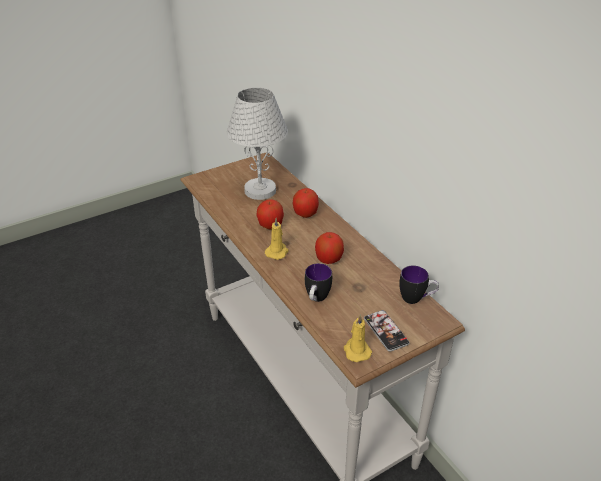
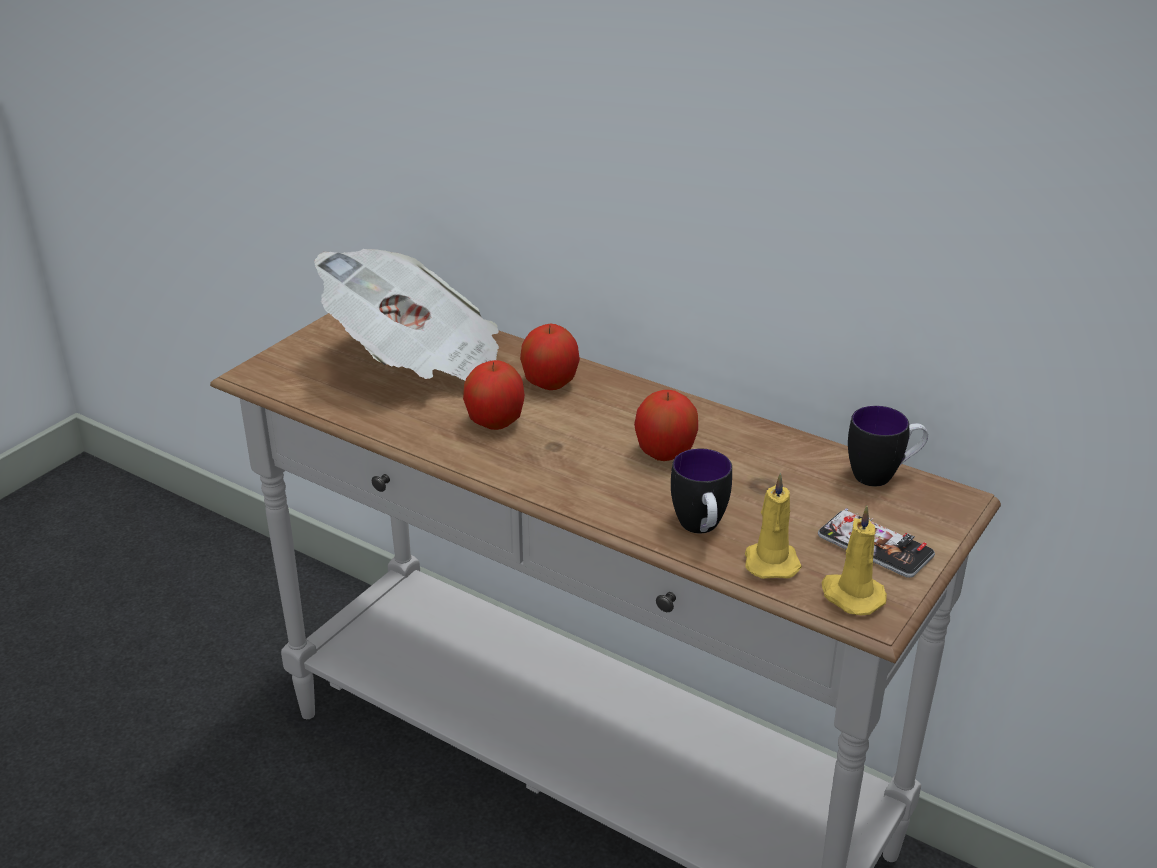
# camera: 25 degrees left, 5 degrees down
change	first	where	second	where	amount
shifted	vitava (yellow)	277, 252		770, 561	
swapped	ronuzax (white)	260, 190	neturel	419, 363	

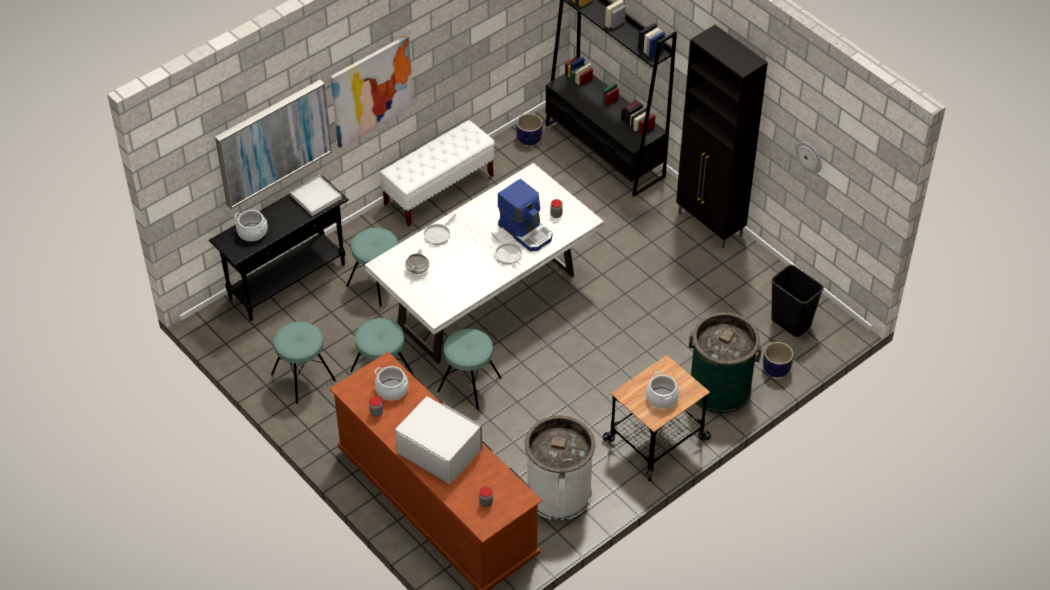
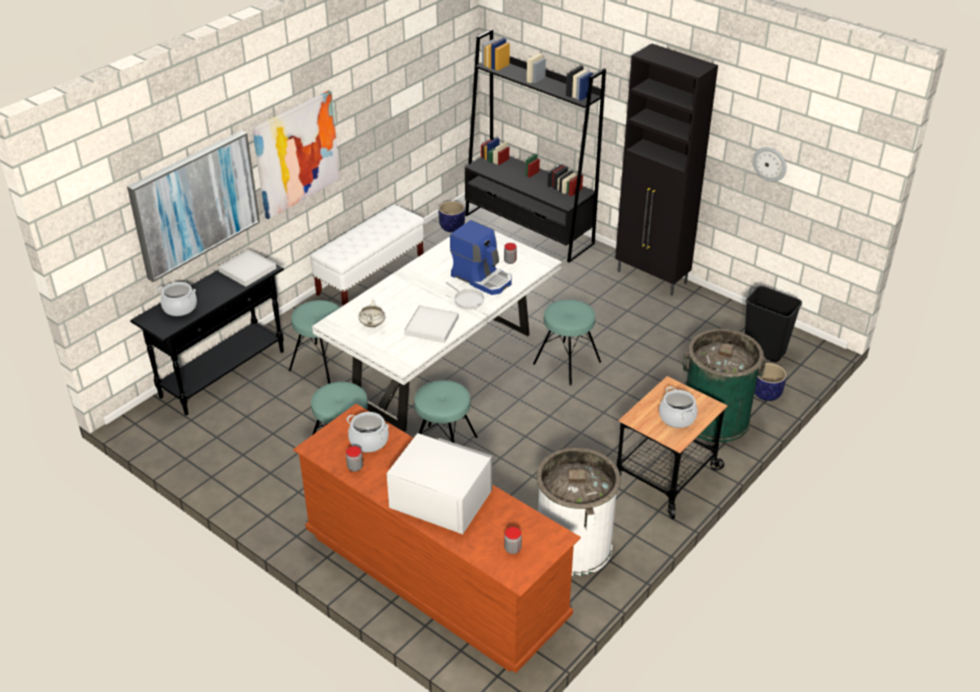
# camera: 10 degrees left, 10 degrees down
change	first	where	second	where	amount
gone	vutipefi	438, 234			
new			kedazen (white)	431, 326	
shifted	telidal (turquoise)	303, 377		566, 363	

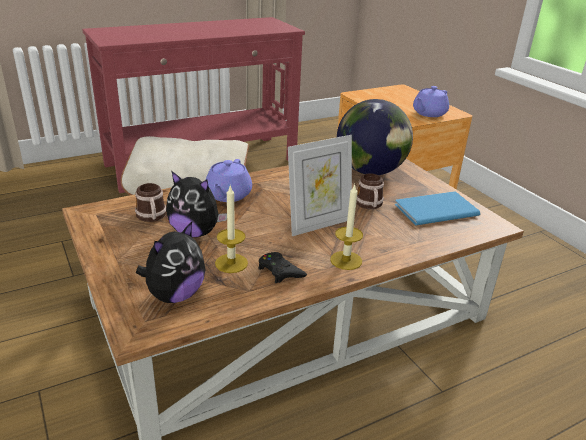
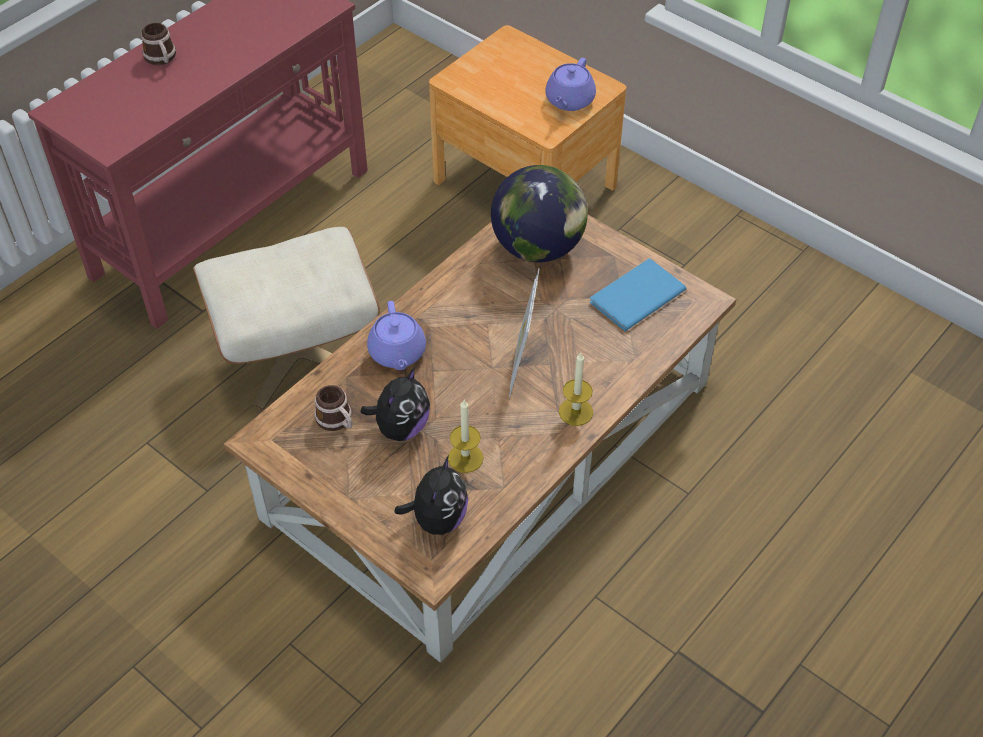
# camera: 20 degrees left, 20 degrees up
change	first	where	second	where	amount
gone	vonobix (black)	280, 271			
shifted	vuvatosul	369, 205		162, 59	
rotated	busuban	195, 232		401, 427	60 degrees counterclockwise
rotated	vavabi	318, 224		523, 366	150 degrees clockwise

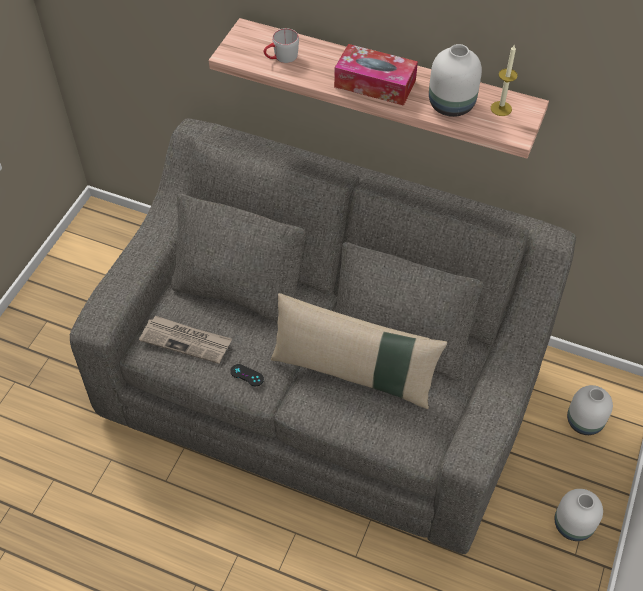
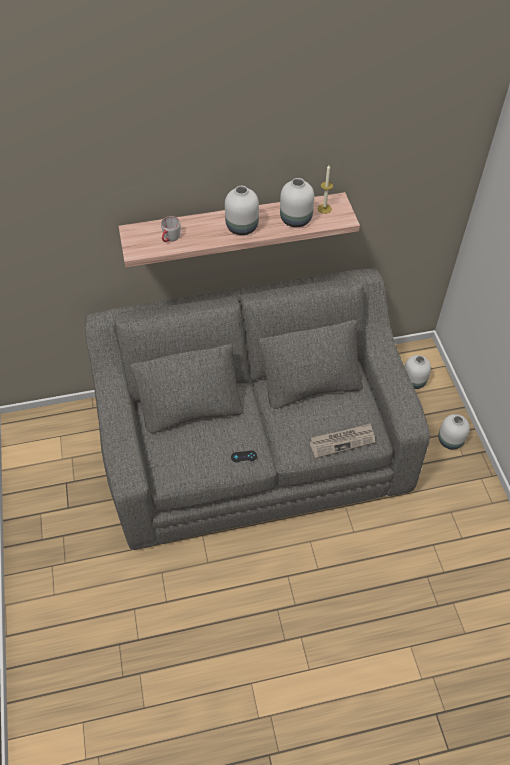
# camera: 35 degrees left, 0 degrees up
change	first	where	second	where	amount
gone	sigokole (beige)	354, 373			
shifted	neturel	186, 340		342, 441	
swapped	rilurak	375, 84	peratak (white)	241, 228	

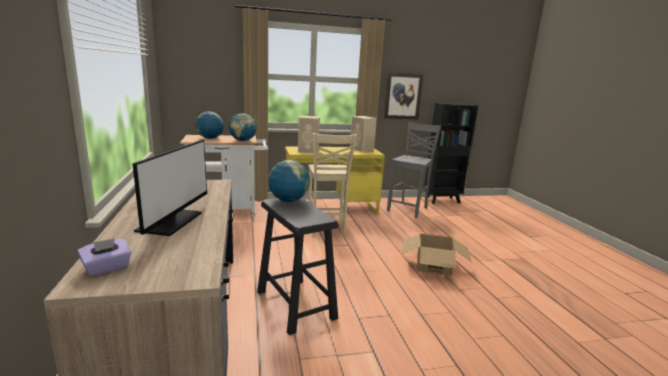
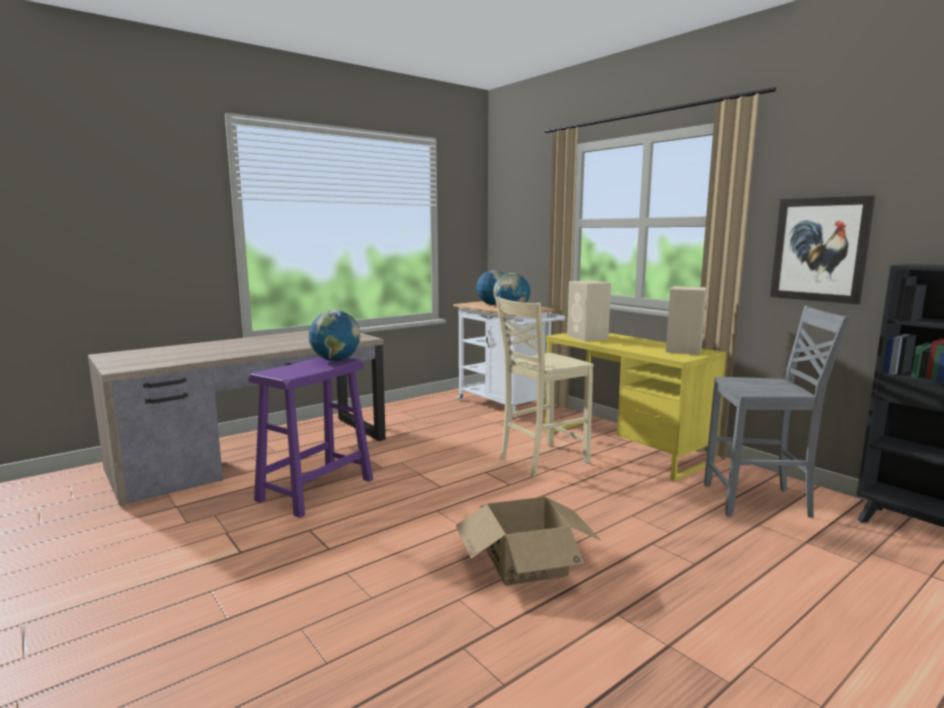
# camera: 65 degrees right, 5 degrees down
change	first	where	second	where	amount
gone	rilurak (purple)	107, 268			
gone	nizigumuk	171, 222			
repainted	telidal (black)	296, 305	telidal (purple)	315, 490	

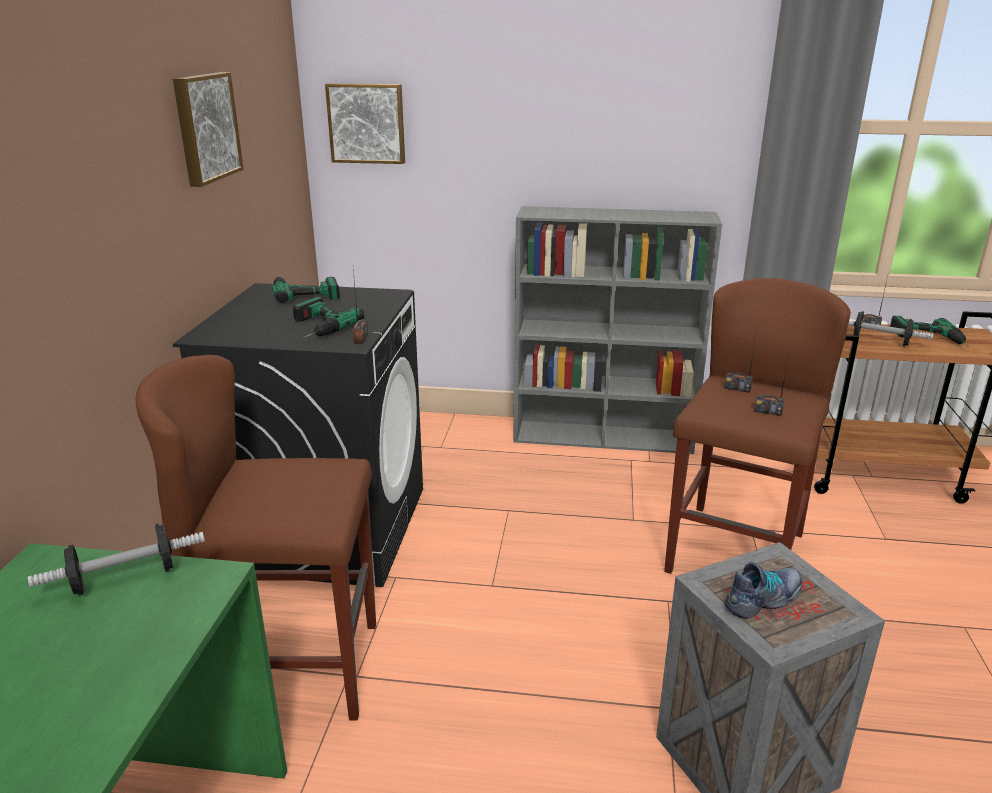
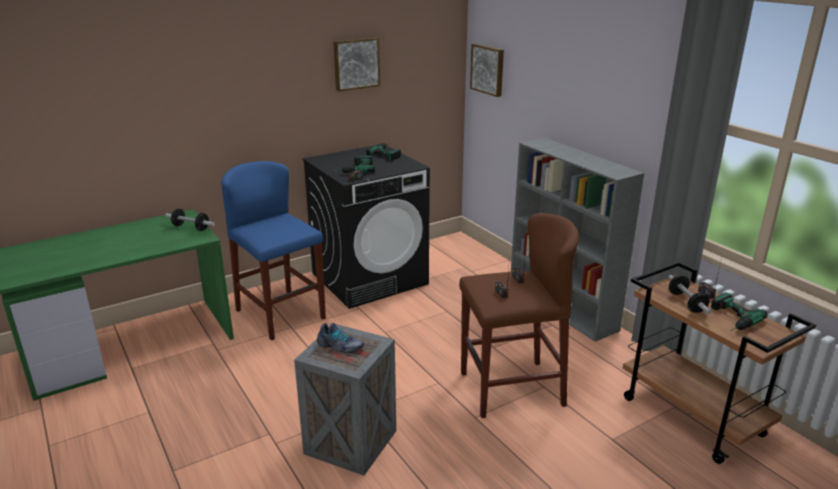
# camera: 50 degrees right, 0 degrees up
change	first	where	second	where	amount
repainted	telidal (brown)	291, 669	telidal (blue)	280, 314	

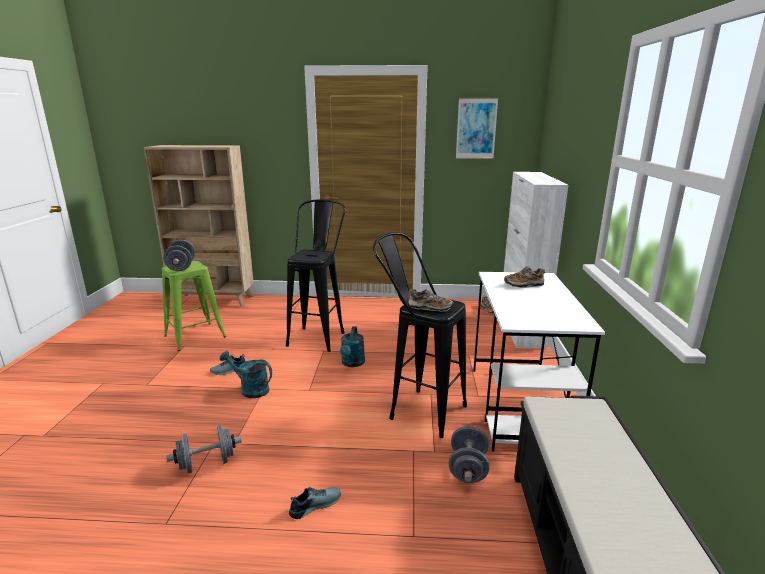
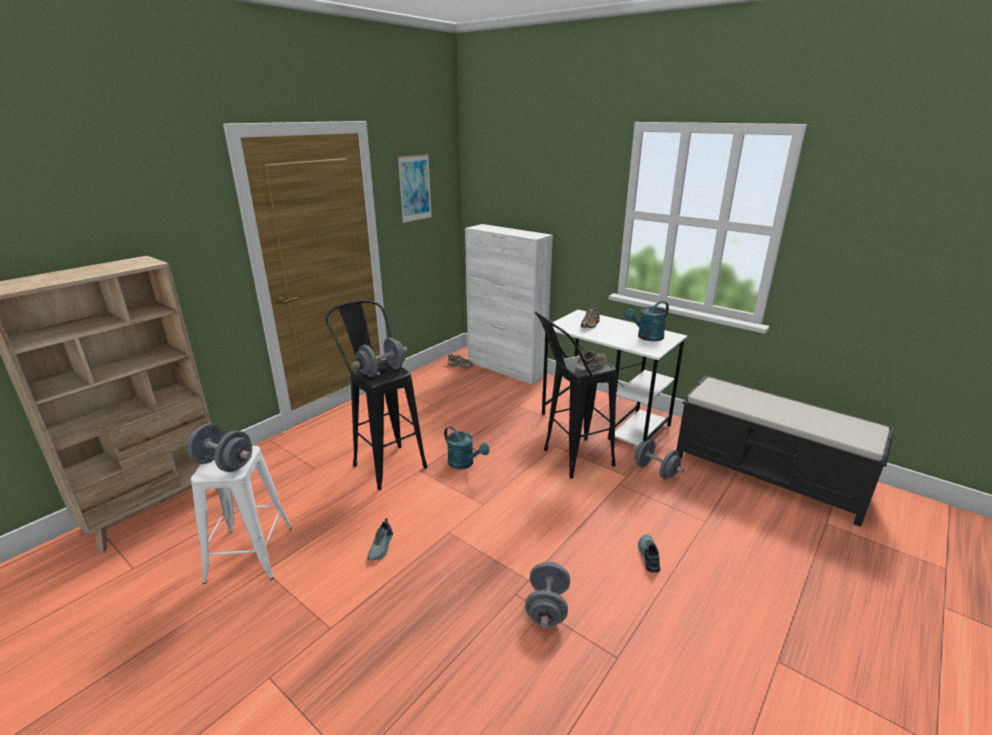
# camera: 55 degrees left, 5 degrees up
change	first	where	second	where	amount
new			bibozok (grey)	382, 371	
shifted	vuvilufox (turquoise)	250, 389		647, 337	
repainted	telidal (green)	194, 336	telidal (white)	249, 554	

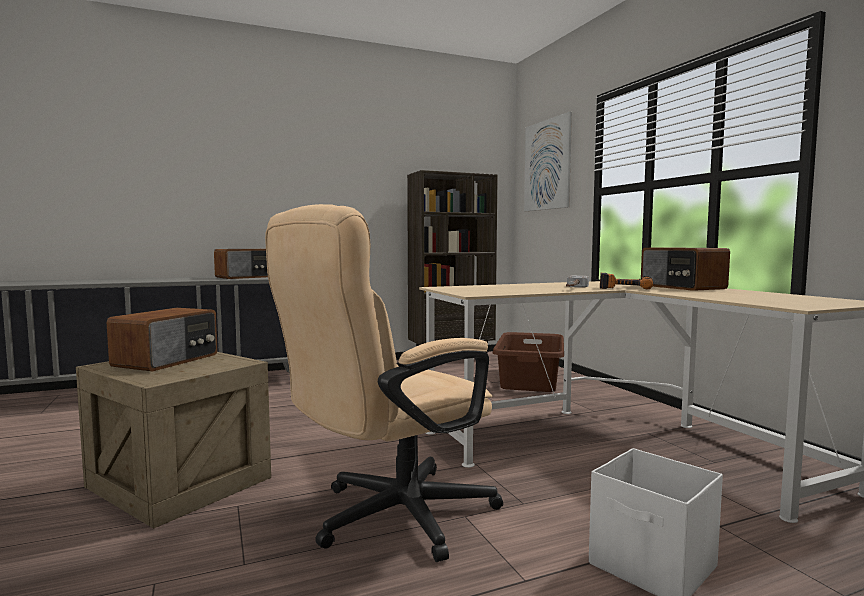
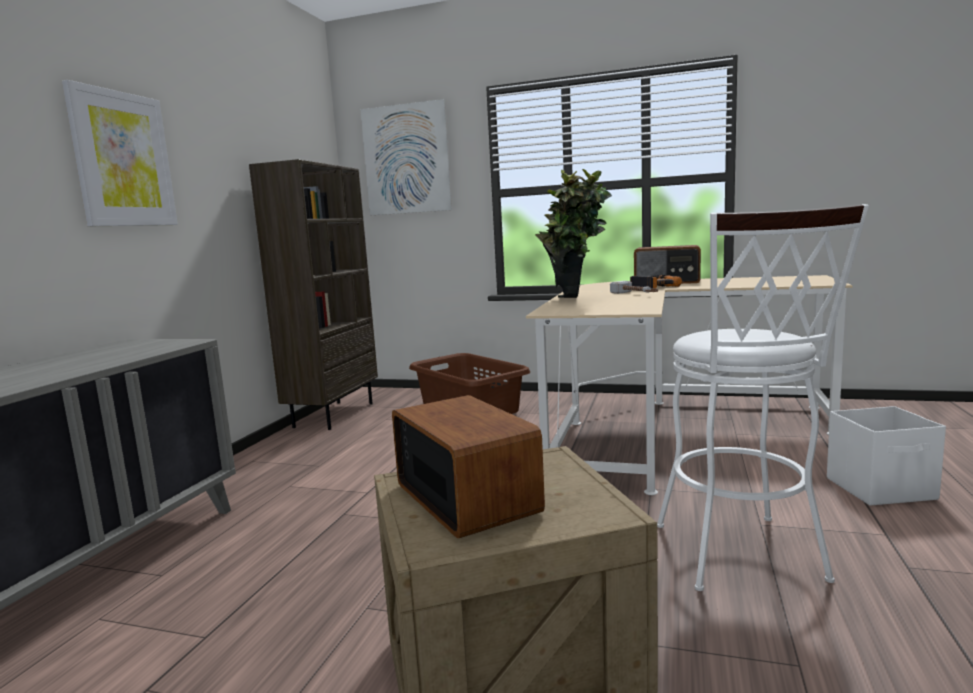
# camera: 50 degrees left, 5 degrees up
change	first	where	second	where	amount
gone	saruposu	246, 277			
new			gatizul	123, 160	
new			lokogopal	574, 300	
swapped	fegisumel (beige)	389, 519	telidal (white)	742, 559	

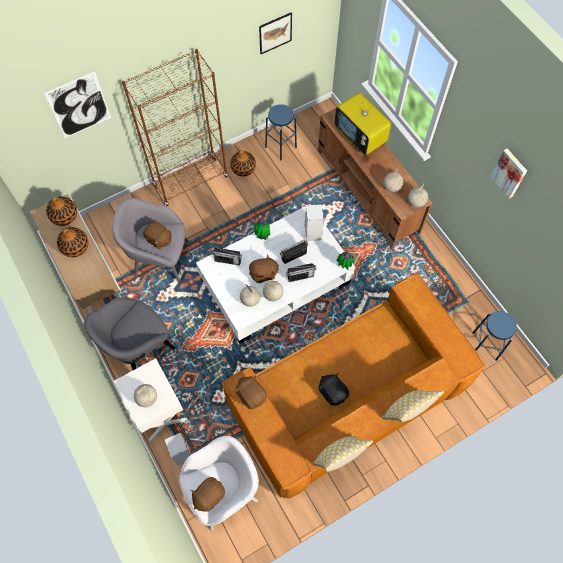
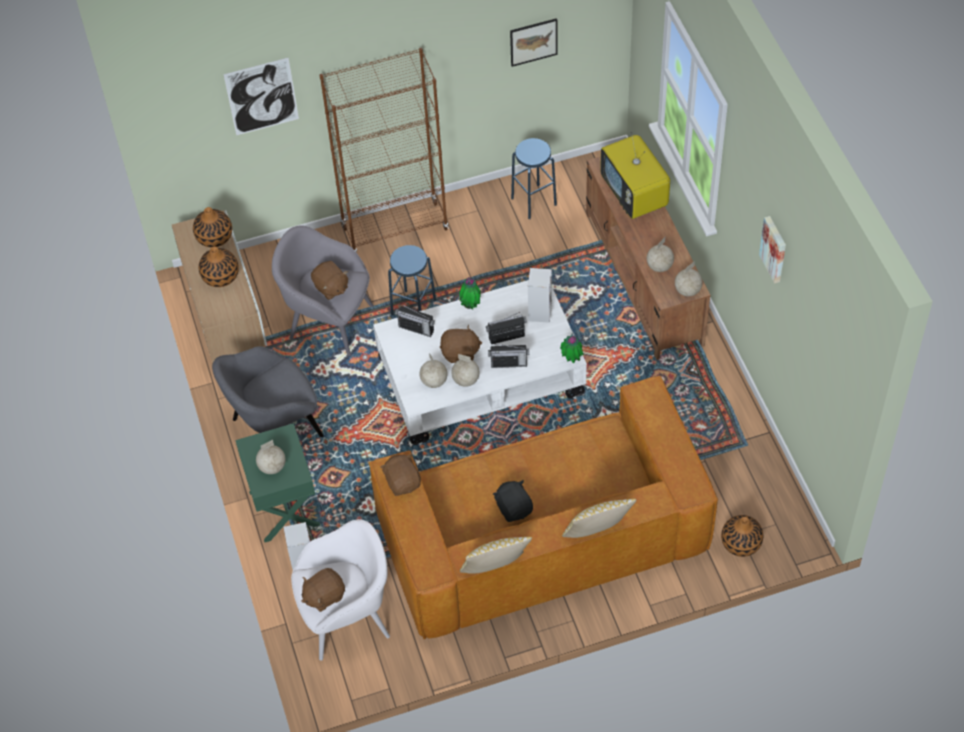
# camera: 15 degrees right, 10 degrees down
change	first	where	second	where	amount
shifted	peratak	243, 169		741, 543	
shifted	telidal (blue)	484, 346		413, 307	
repainted	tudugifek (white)	158, 411	tudugifek (green)	283, 509	

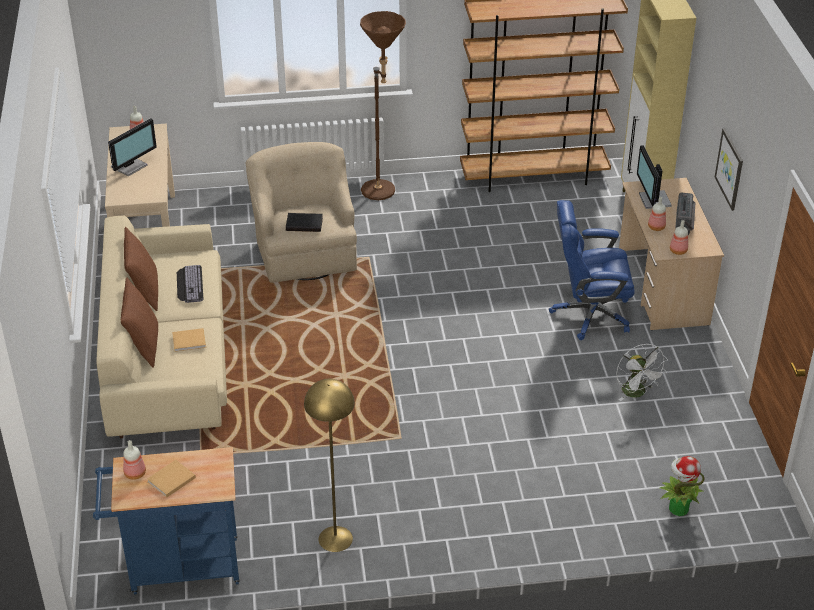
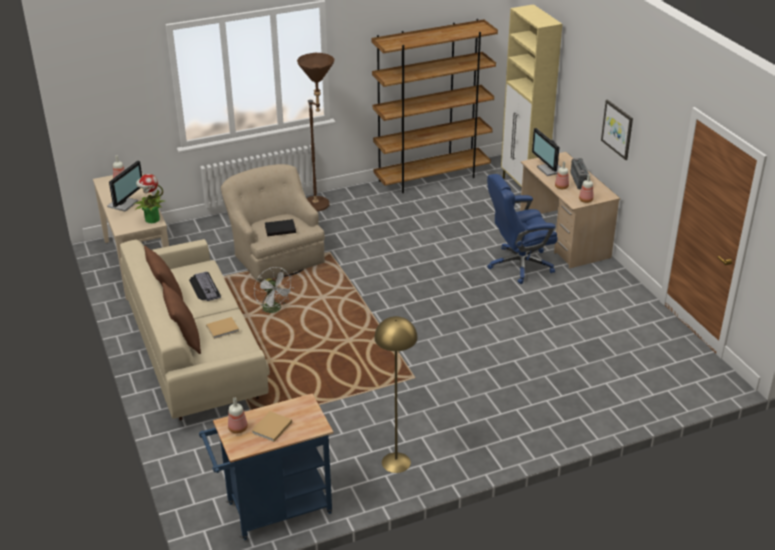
# camera: 15 degrees left, 5 degrees down
change	first	where	second	where	amount
shifted	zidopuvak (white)	637, 393		274, 310	
shifted	lokogopal	678, 508		152, 219	

